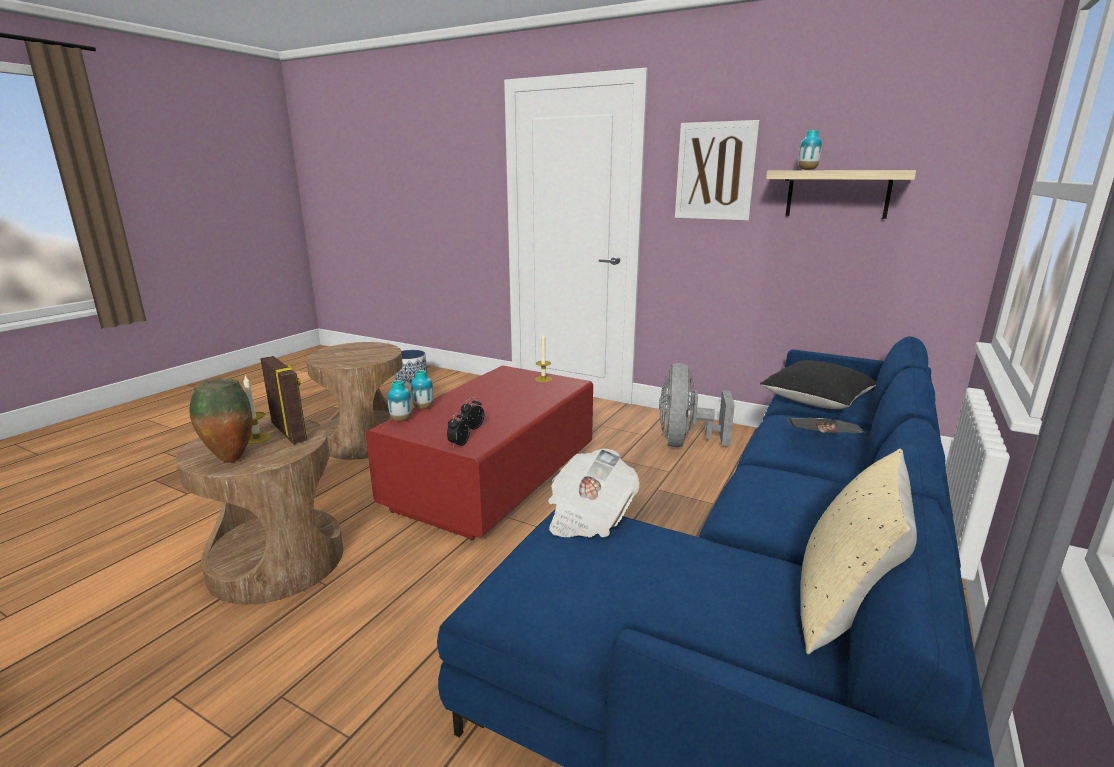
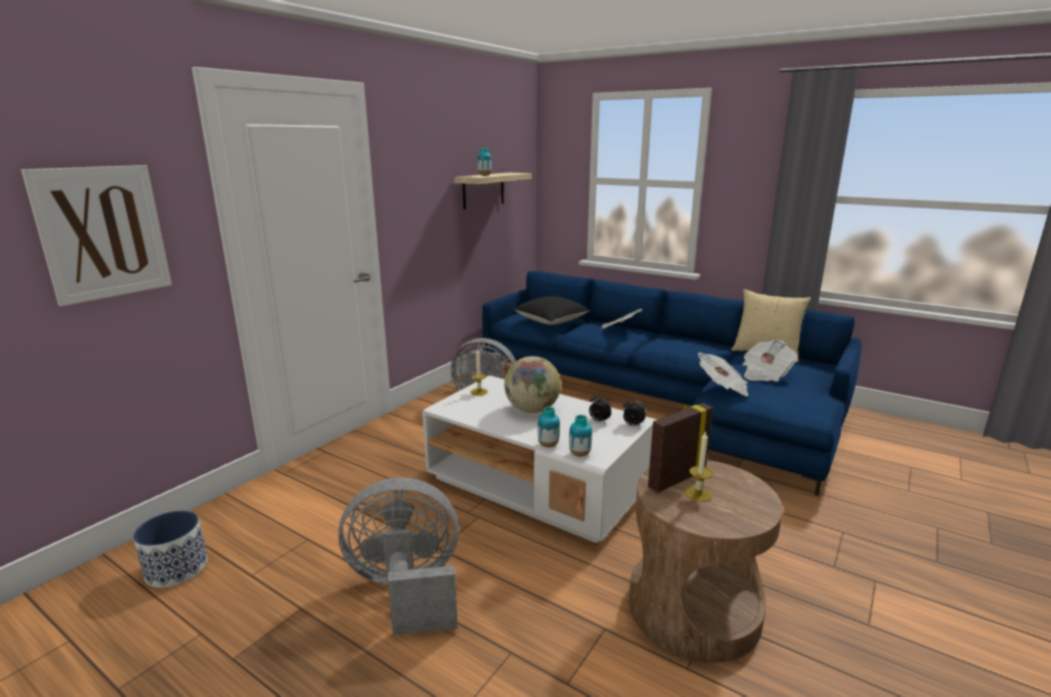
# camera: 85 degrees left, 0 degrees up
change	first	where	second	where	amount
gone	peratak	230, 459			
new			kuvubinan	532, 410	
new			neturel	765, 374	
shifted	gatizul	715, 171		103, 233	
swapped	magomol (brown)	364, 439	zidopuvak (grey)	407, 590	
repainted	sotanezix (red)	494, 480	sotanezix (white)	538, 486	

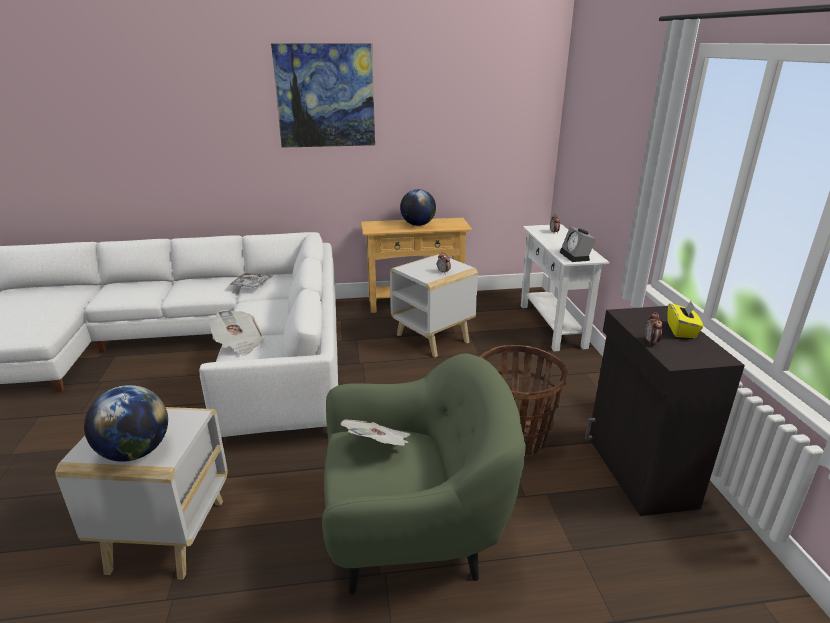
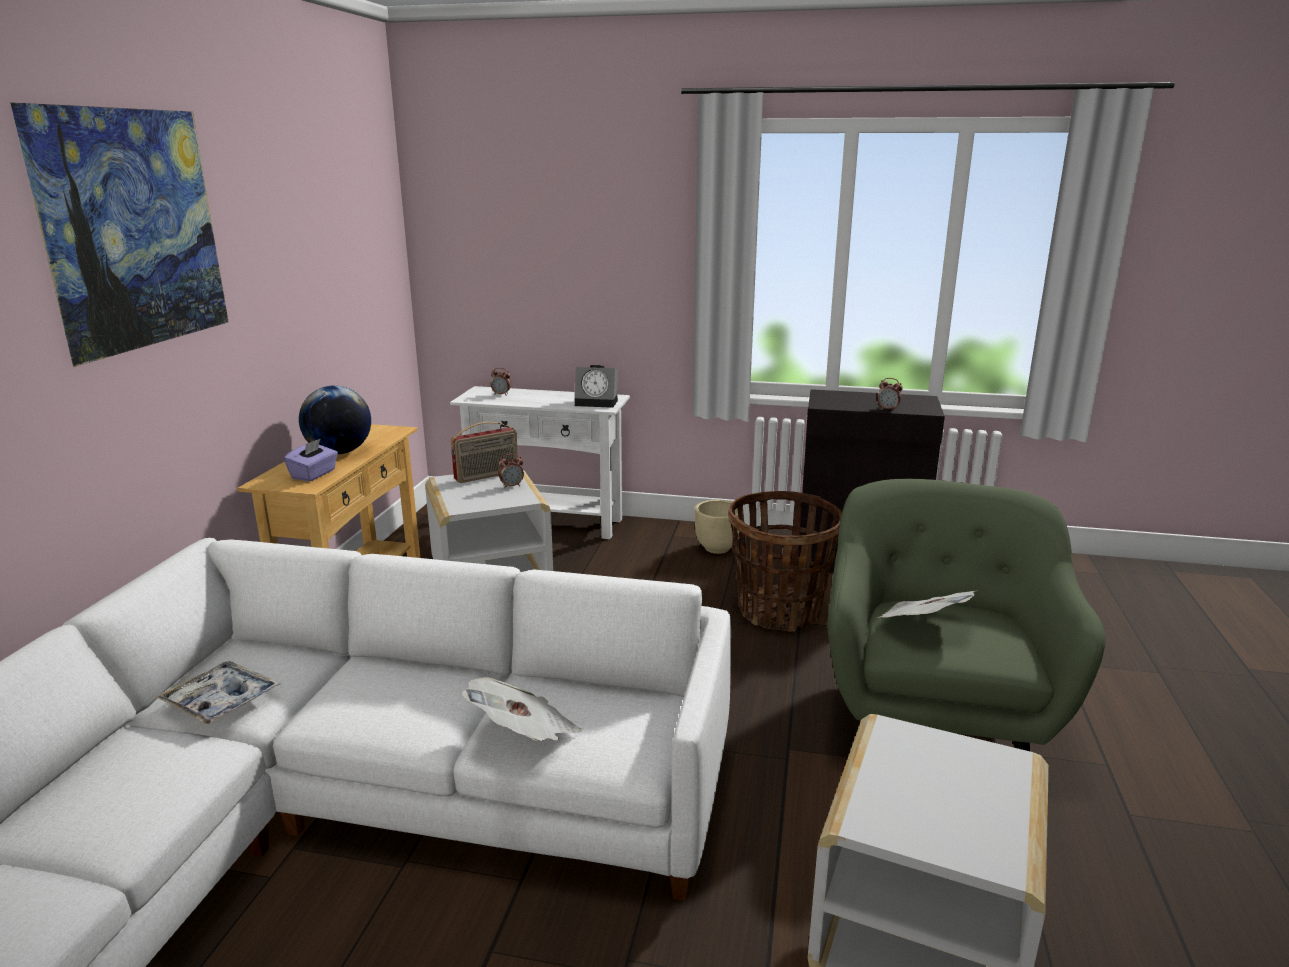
# camera: 70 degrees left, 5 degrees down
change	first	where	second	where	amount
gone	kuvubinan	135, 452			
gone	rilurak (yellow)	681, 330			
new			rilurak (purple)	314, 474	
new			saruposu	487, 476	
new			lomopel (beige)	717, 548	

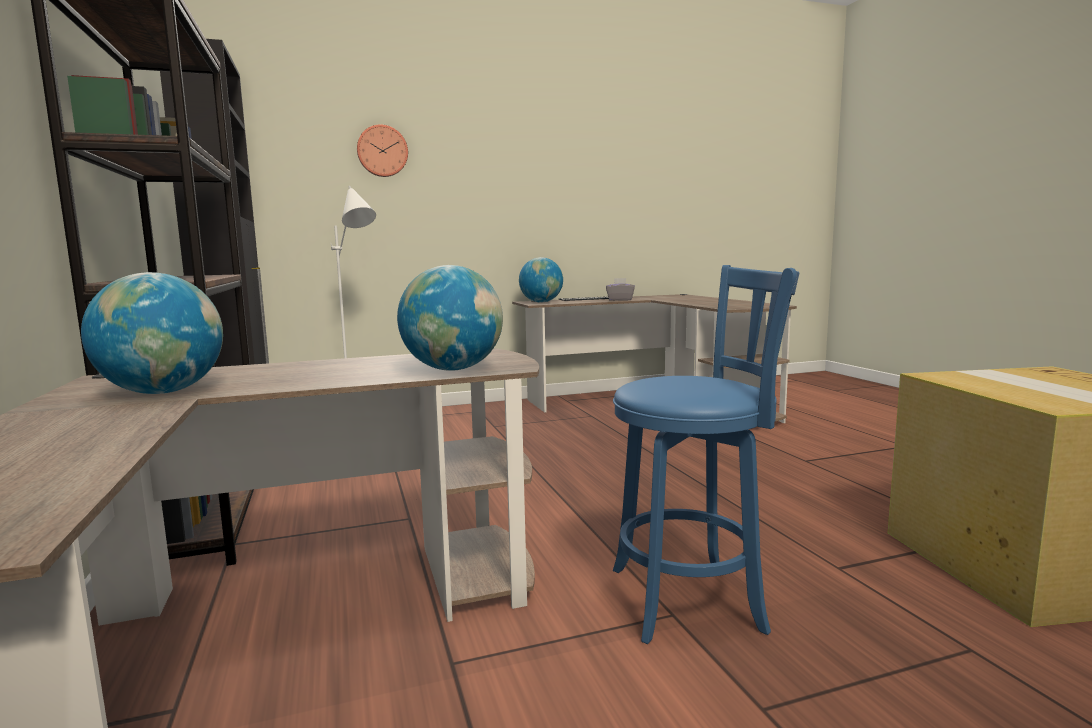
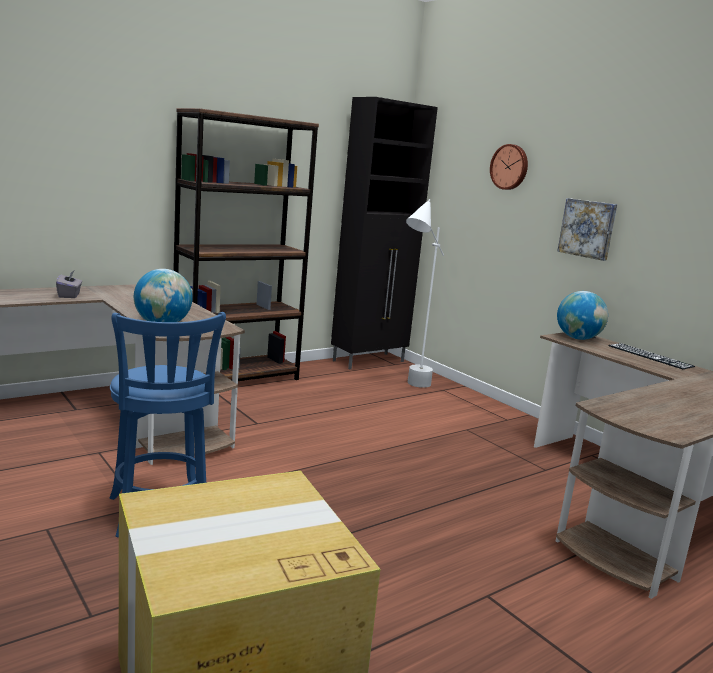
# camera: 70 degrees right, 5 degrees up
change	first	where	second	where	amount
gone	kuvubinan	163, 392			
new			gatizul	588, 228	
shifted	rilurak (grey)	620, 300		69, 295	

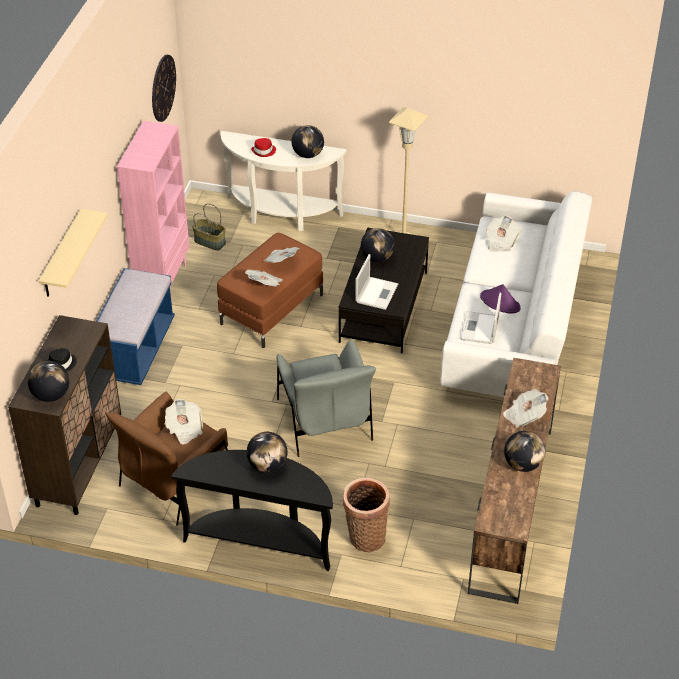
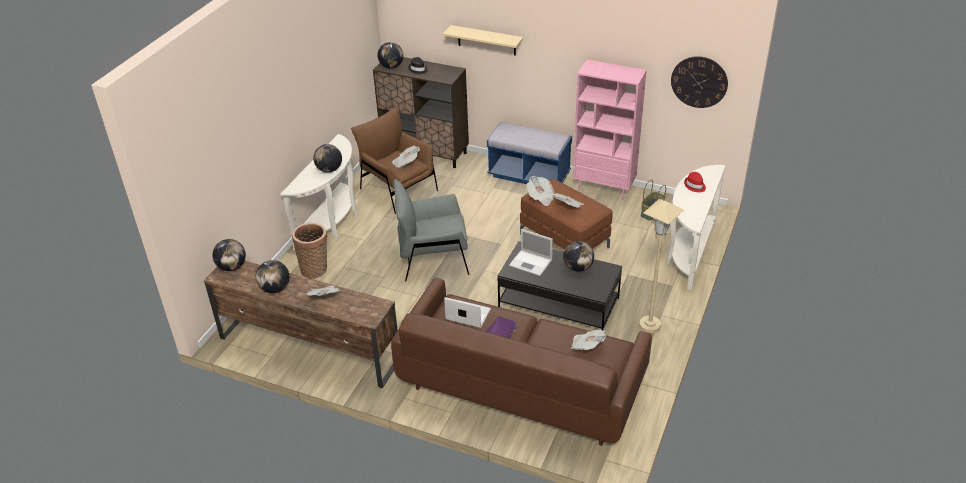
# camera: 100 degrees right, 5 degrees down
change	first	where	second	where	amount
shifted	kuvubinan	308, 154		232, 267	
repainted	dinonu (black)	261, 540	dinonu (white)	332, 222	
repainted	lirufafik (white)	513, 326	lirufafik (brown)	520, 385	

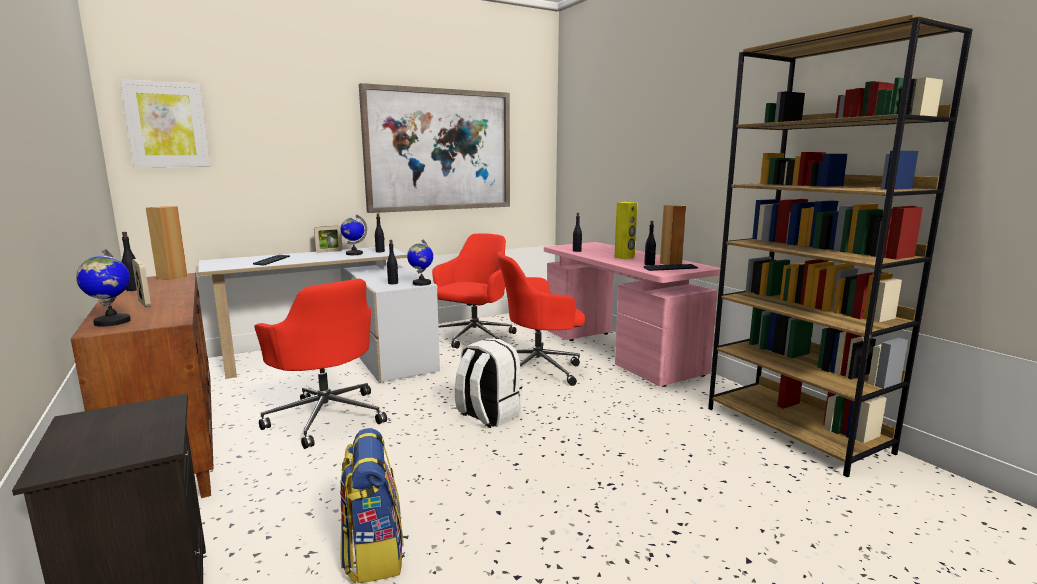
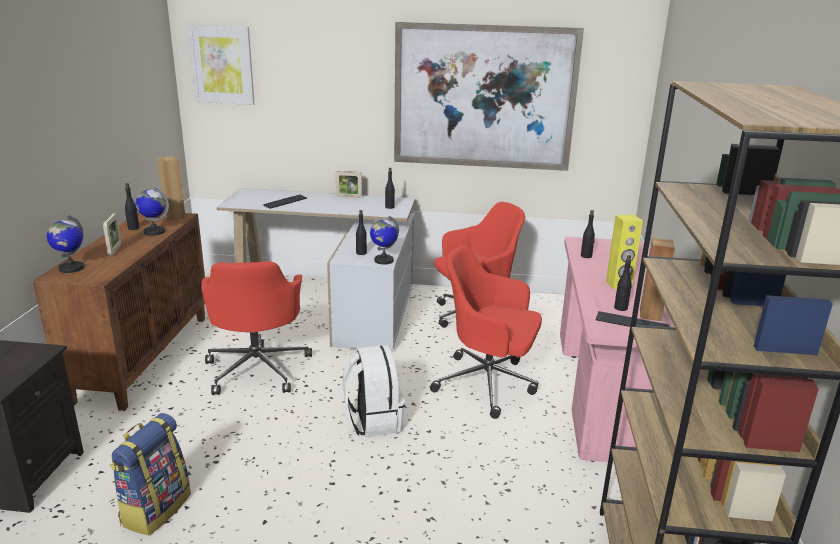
# camera: 35 degrees right, 10 degrees up
change	first	where	second	where	amount
shifted	kuvubinan	354, 254		154, 232	

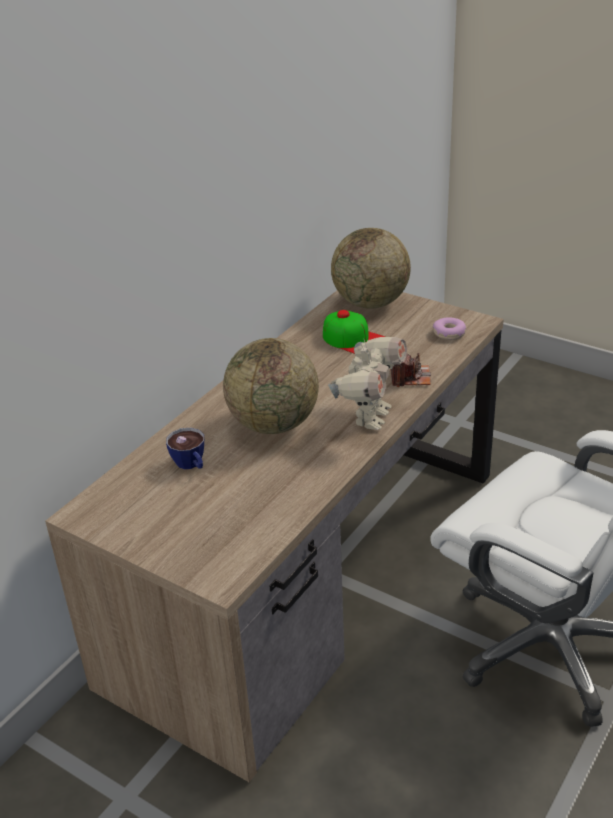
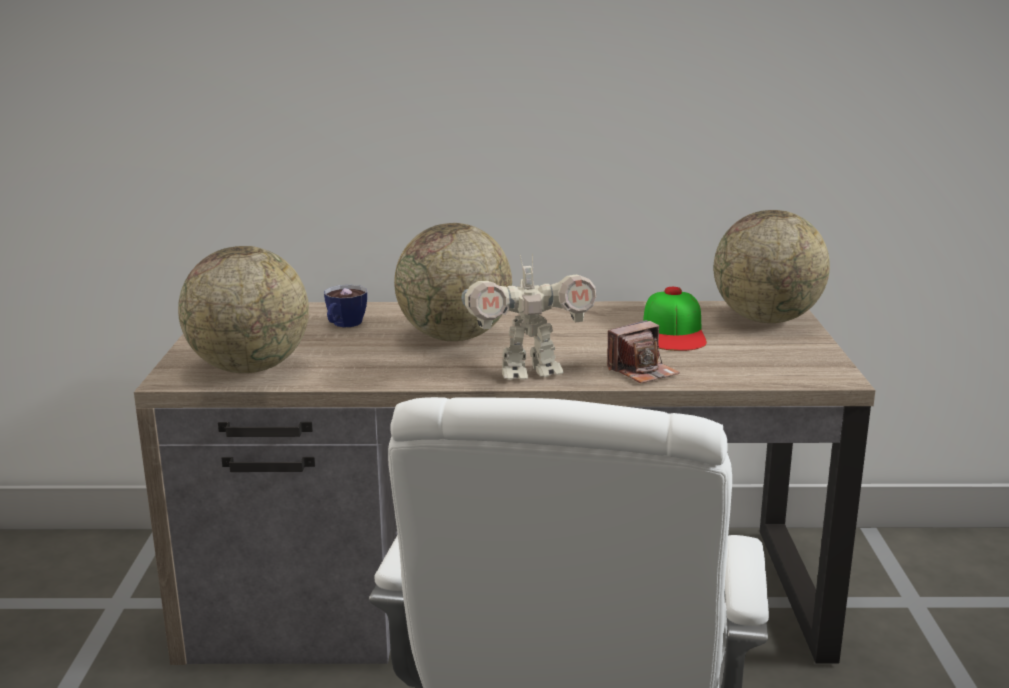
# camera: 55 degrees right, 15 degrees down
change	first	where	second	where	amount
gone	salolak	449, 334			
new			kuvubinan	250, 368	

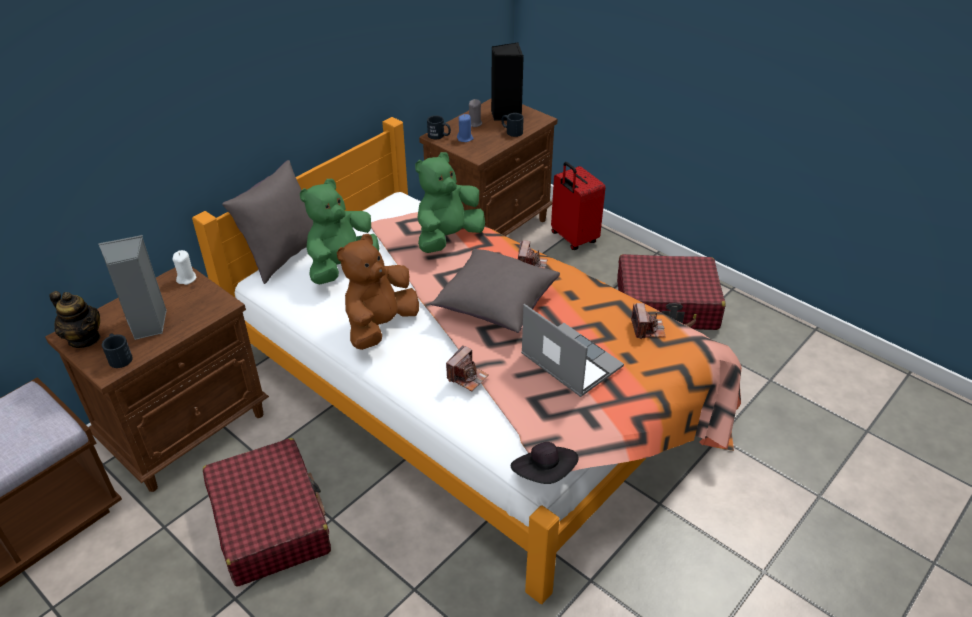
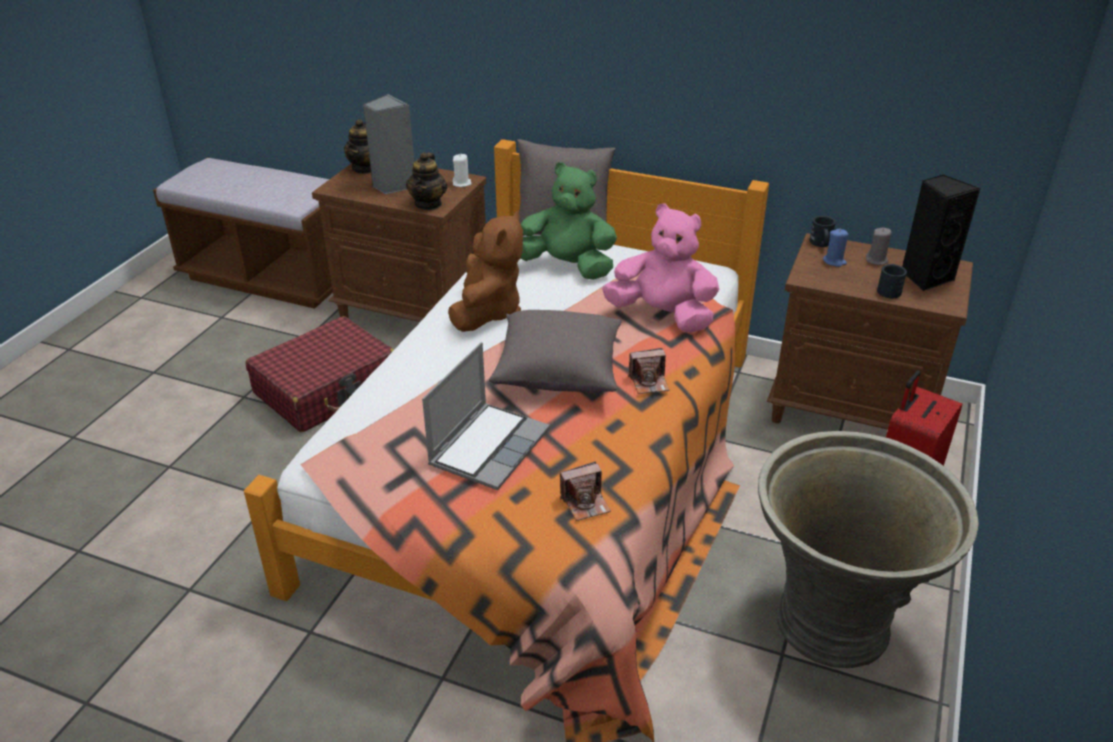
# camera: 70 degrees right, 5 degrees down
change	first	where	second	where	amount
gone	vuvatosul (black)	119, 356			
gone	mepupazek	467, 377			
gone	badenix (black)	544, 474			
new			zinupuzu	428, 204	
swapped	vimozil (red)	666, 305	lomopel (grey)	834, 622	
repainted	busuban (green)	448, 238	busuban (pink)	662, 316	
rotated	busuban (brown)	380, 326		487, 311	90 degrees clockwise

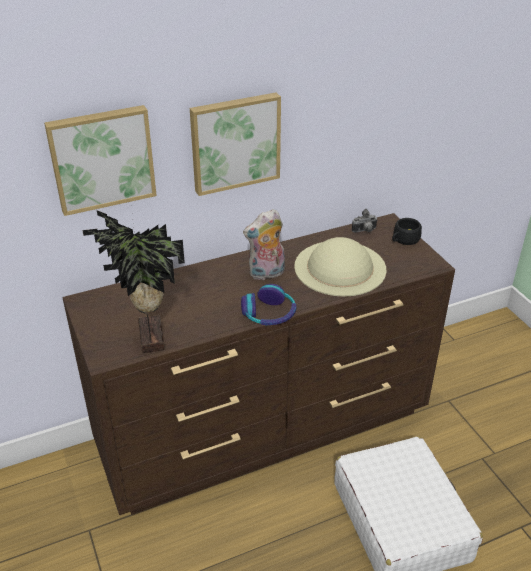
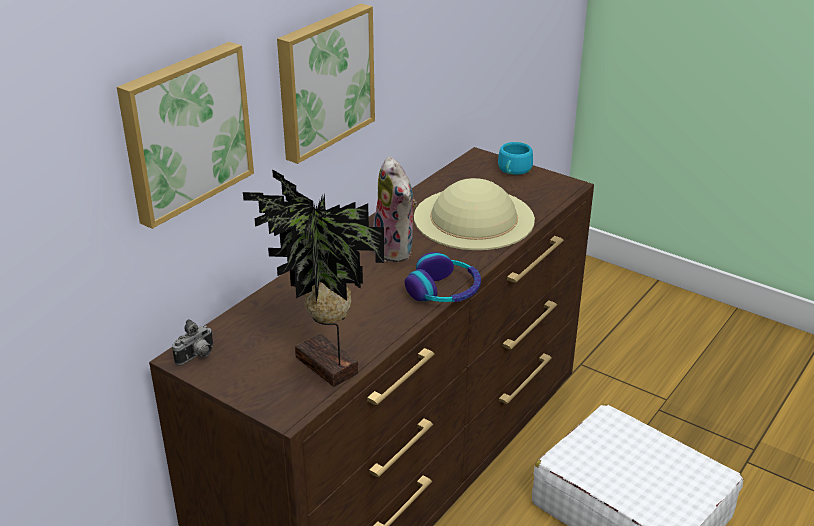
# camera: 30 degrees left, 5 degrees down
change	first	where	second	where	amount
shifted	mepupazek	365, 231		197, 356	
repainted	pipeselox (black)	404, 240	pipeselox (turquoise)	513, 170	
rotated	busuban	266, 274		396, 250	60 degrees counterclockwise

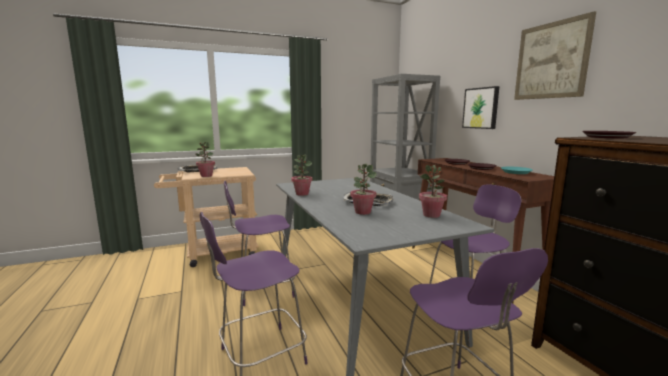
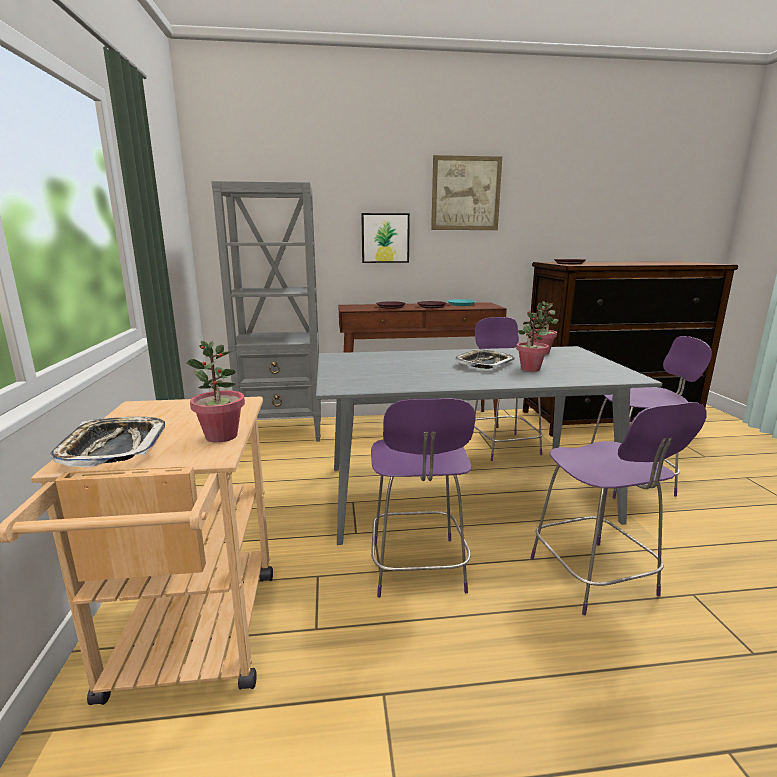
# camera: 75 degrees left, 5 degrees up
change	first	where	second	where	amount
gone	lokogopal	302, 194			

